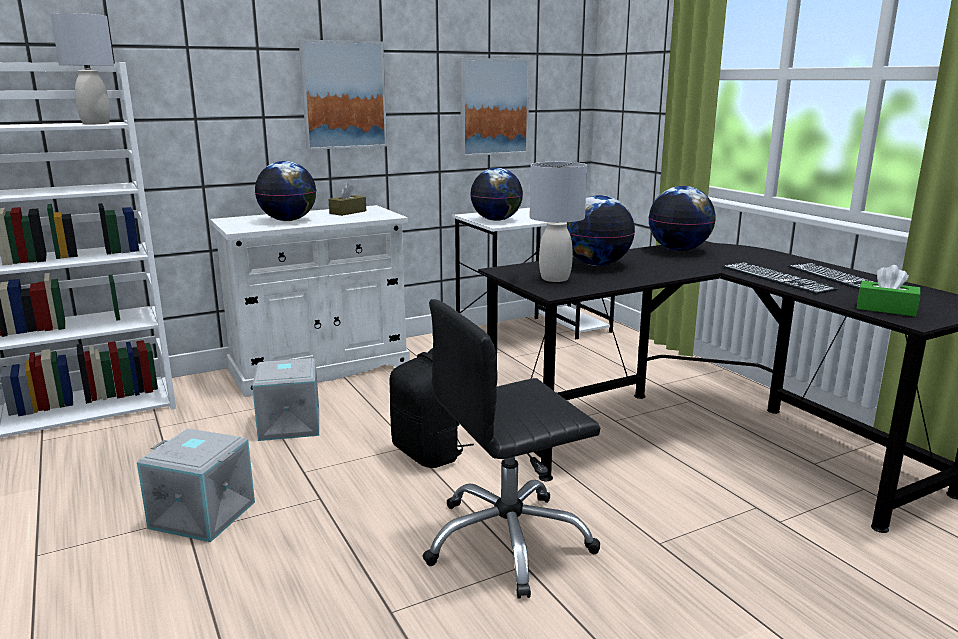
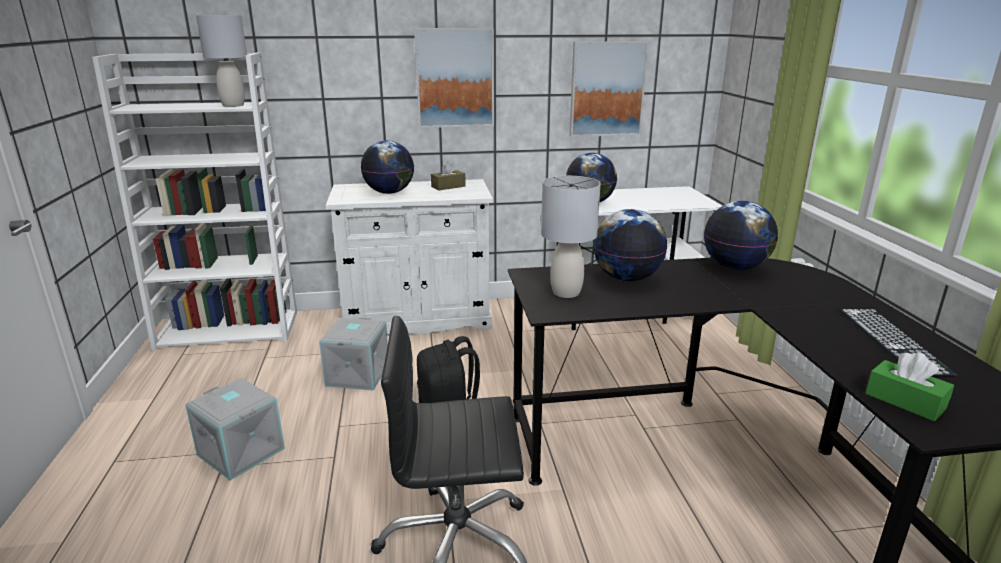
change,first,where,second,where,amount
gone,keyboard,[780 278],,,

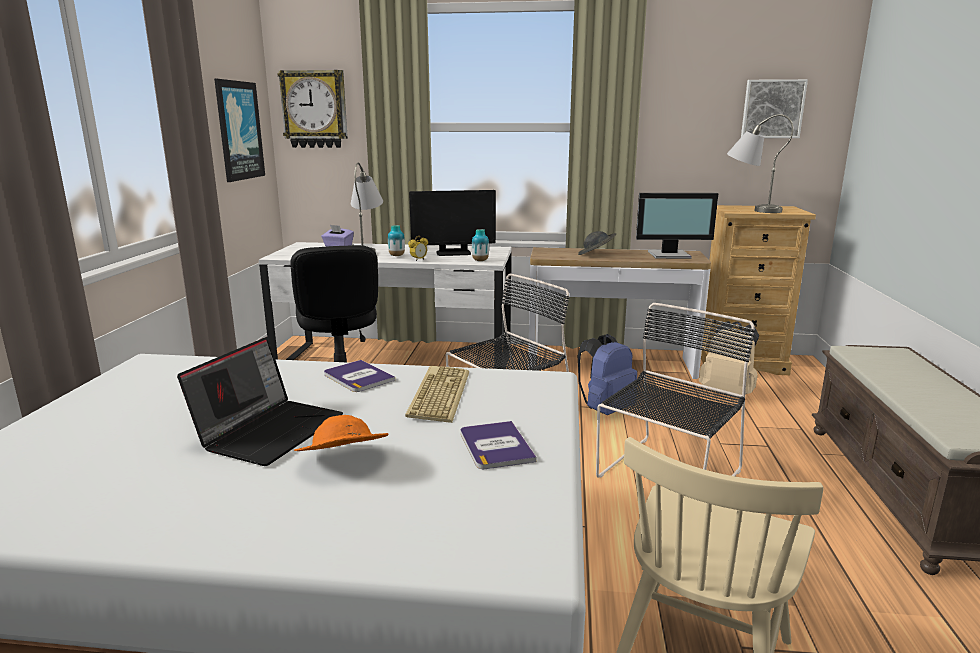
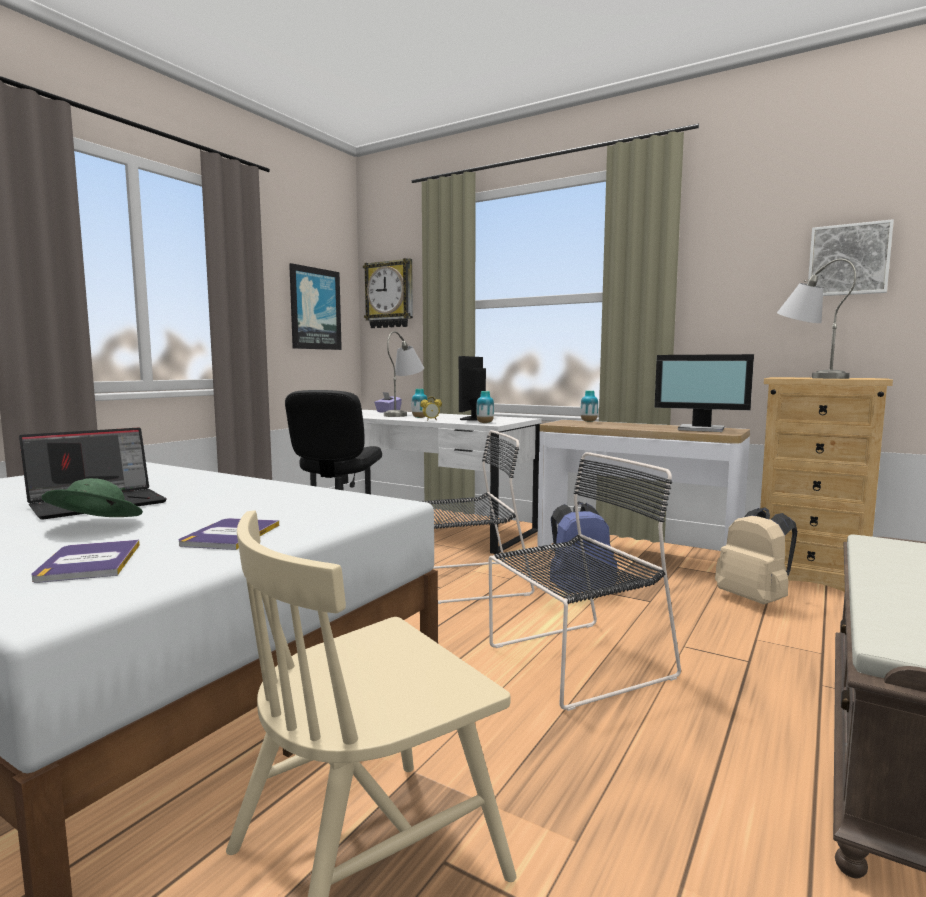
change,first,where,second,where,amount
rotated,monitor,[452 223],,[472 388],90 degrees clockwise
gone,hat/grey,[597 243],,,
shifted,book,[359 376],,[85 561],
gone,keyboard,[437 394],,,
repainted,hat/orange,[341 433],hat/green,[92 497],
new,,,vase,[589 406],

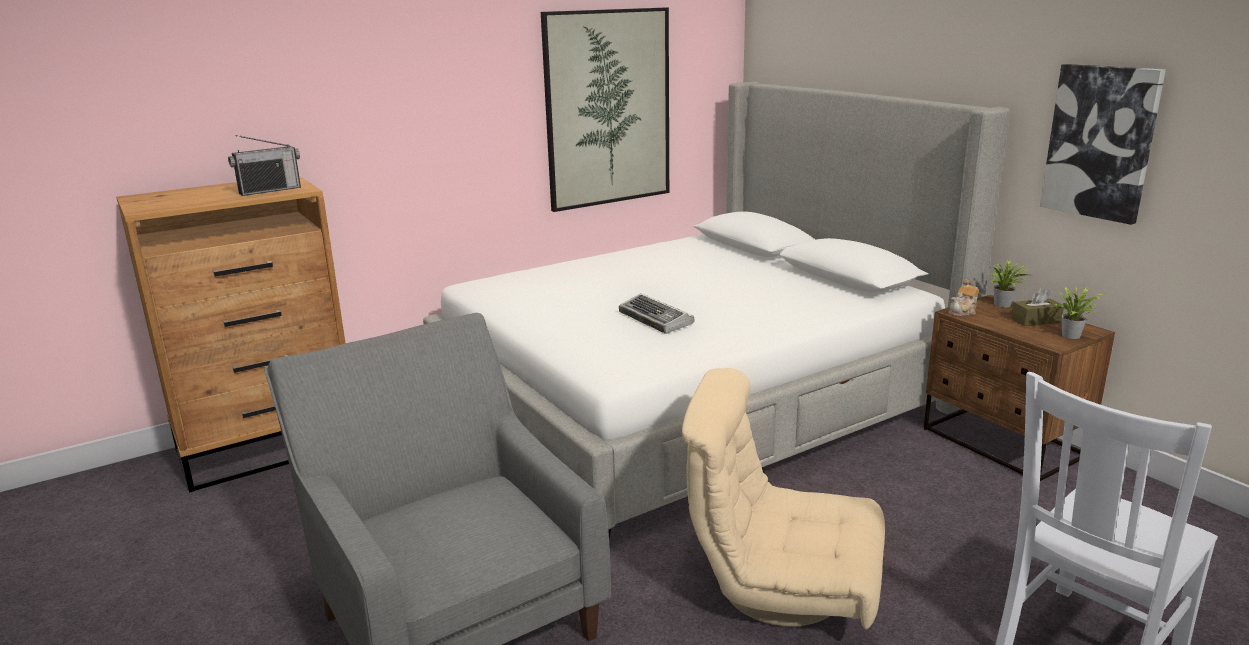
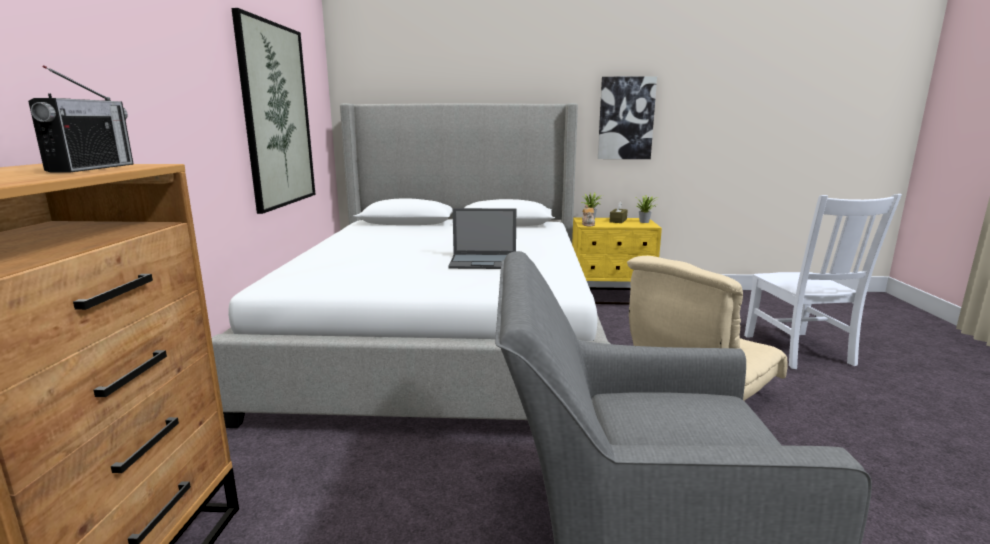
change,first,where,second,where,amount
swapped,keyboard,[656 313],laptop,[482 238],
repainted,nightstand/brown,[1019 388],nightstand/yellow,[617 261],

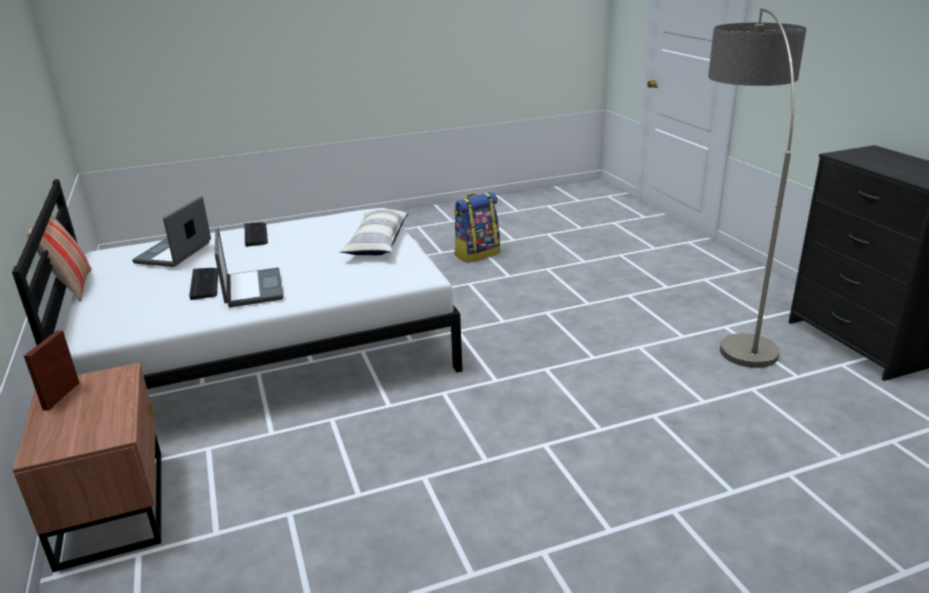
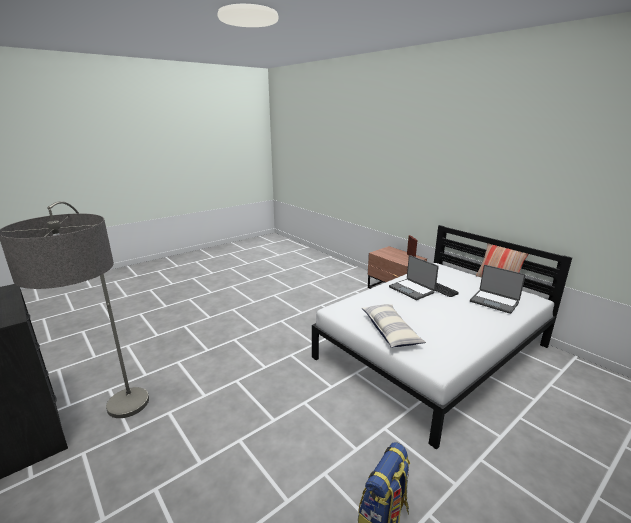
change,first,where,second,where,amount
rotated,laptop,[171 231],,[497 289],135 degrees clockwise
gone,keyboard,[256 234],,,

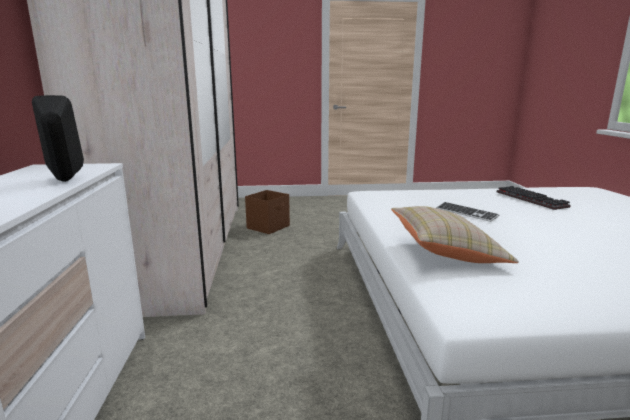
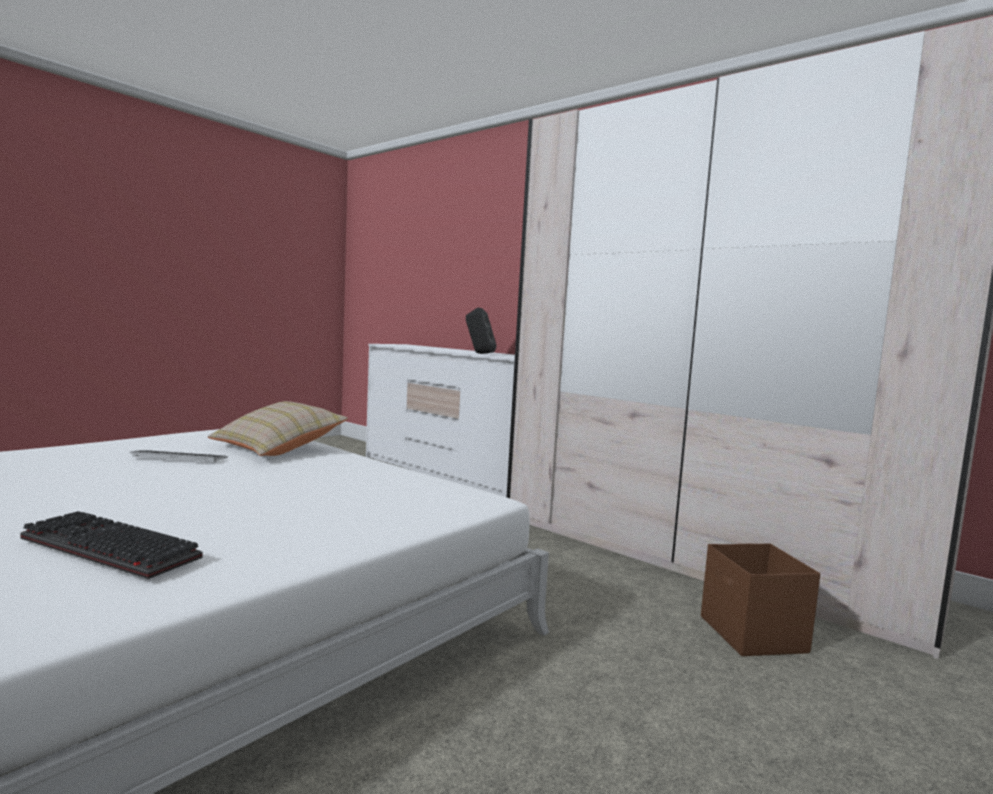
change,first,where,second,where,amount
shifted,keyboard,[468 212],,[179 456],

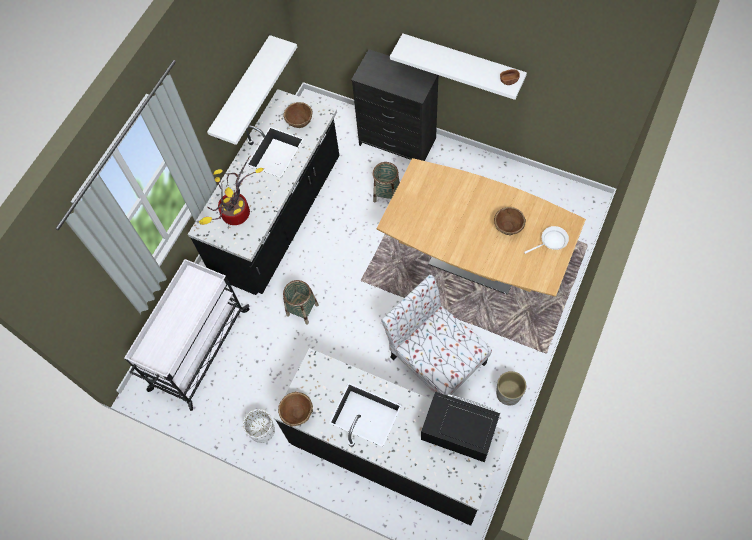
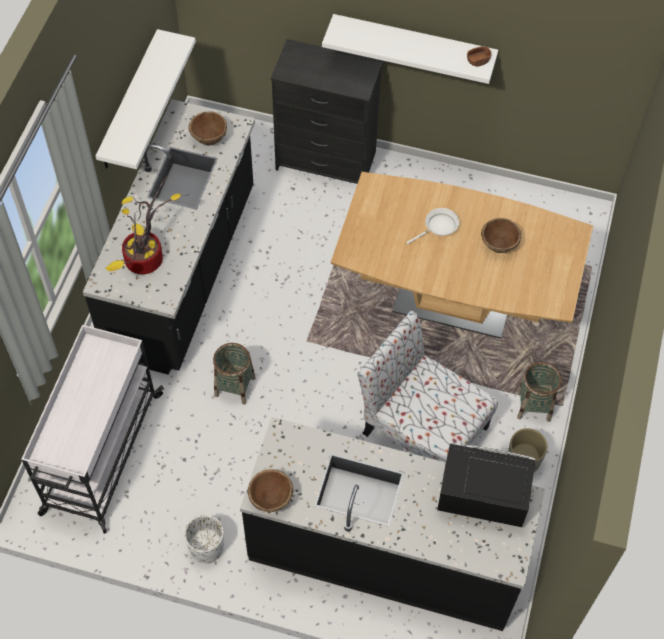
change,first,where,second,where,amount
shifted,basket,[386 182],,[539 392],
shifted,frying pan/white,[546 240],,[432 226],

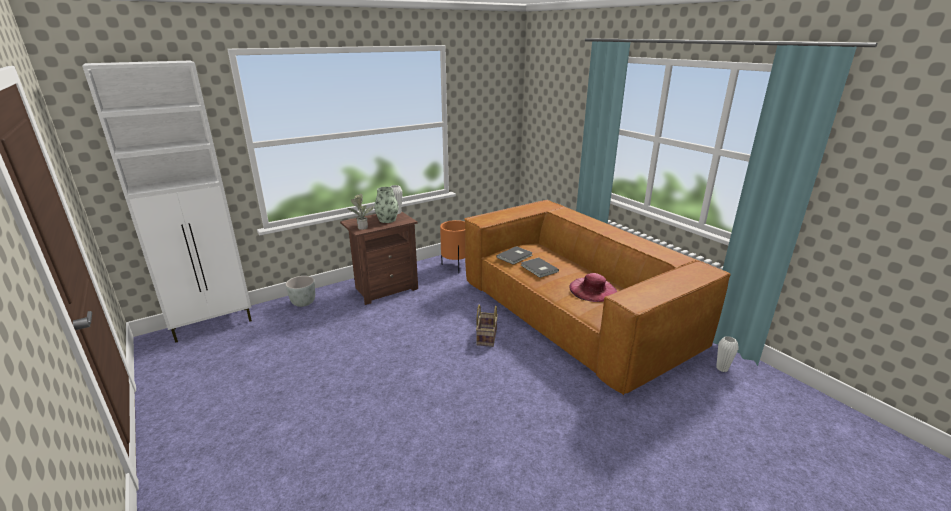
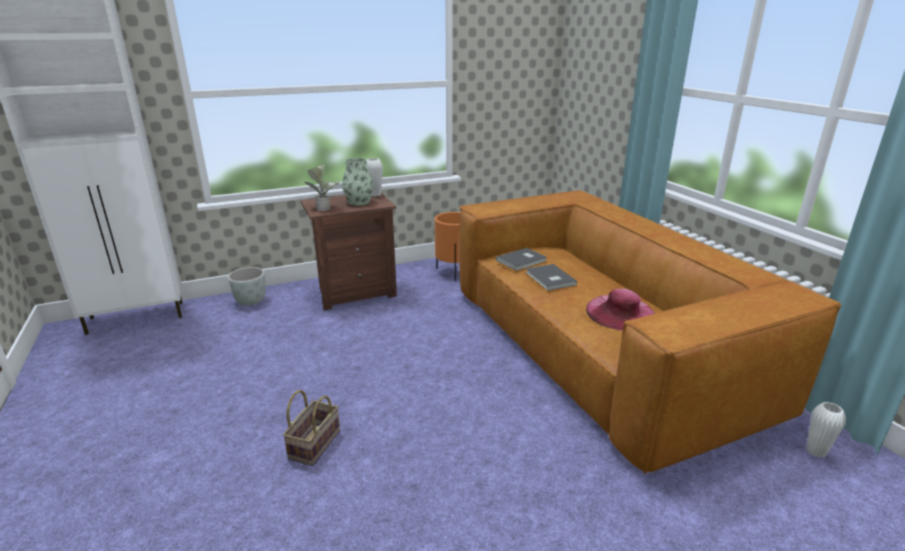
change,first,where,second,where,amount
shifted,basket,[487 326],,[311 428],

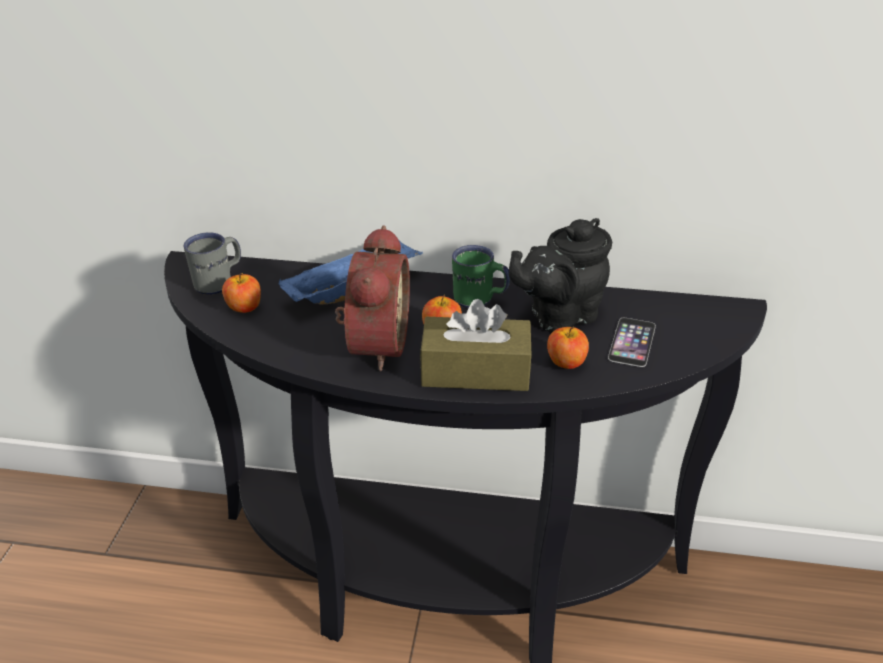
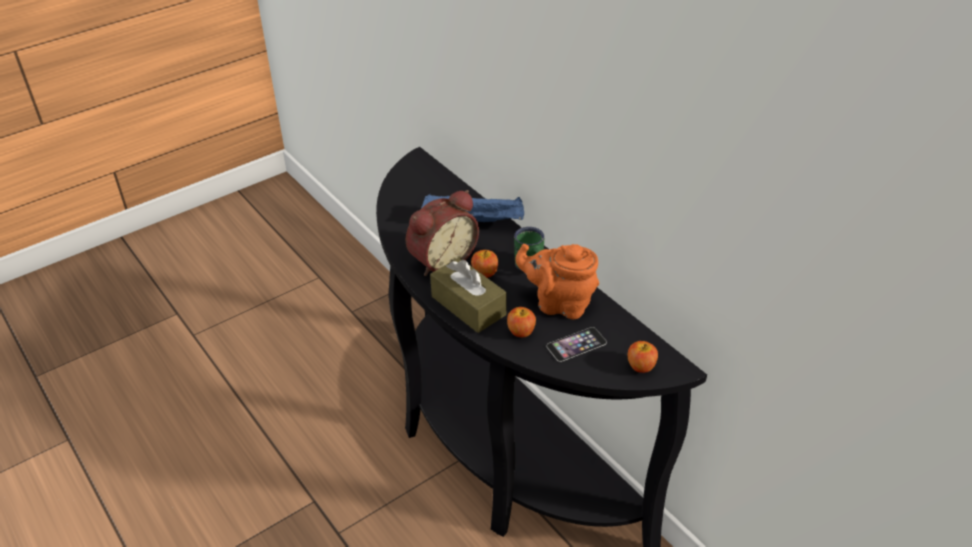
change,first,where,second,where,amount
repainted,teapot/black,[560 275],teapot/orange,[557 281],
gone,mug/grey,[212 263],,,
shifted,apple,[241 293],,[643 357],

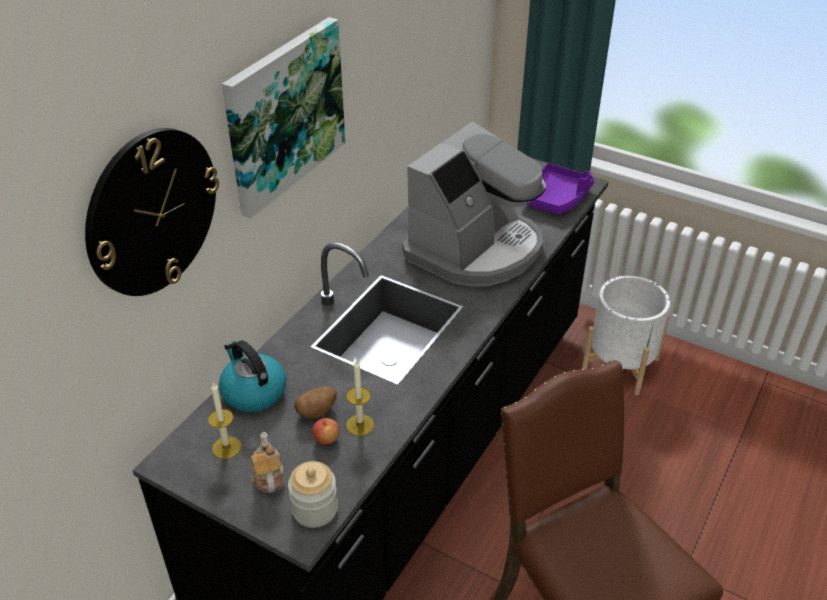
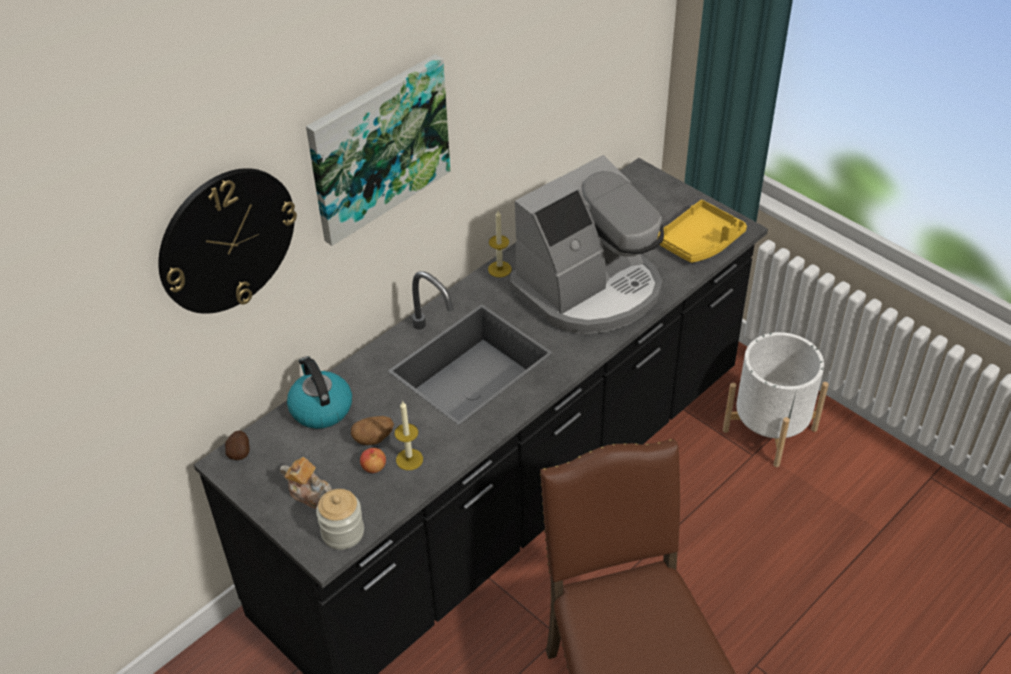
change,first,where,second,where,amount
repainted,tray/purple,[560 188],tray/yellow,[702 231],
shifted,candle,[224 421],,[500 244],
rotated,teapot,[267 462],,[306 483],120 degrees clockwise
new,,,potato,[237 445],

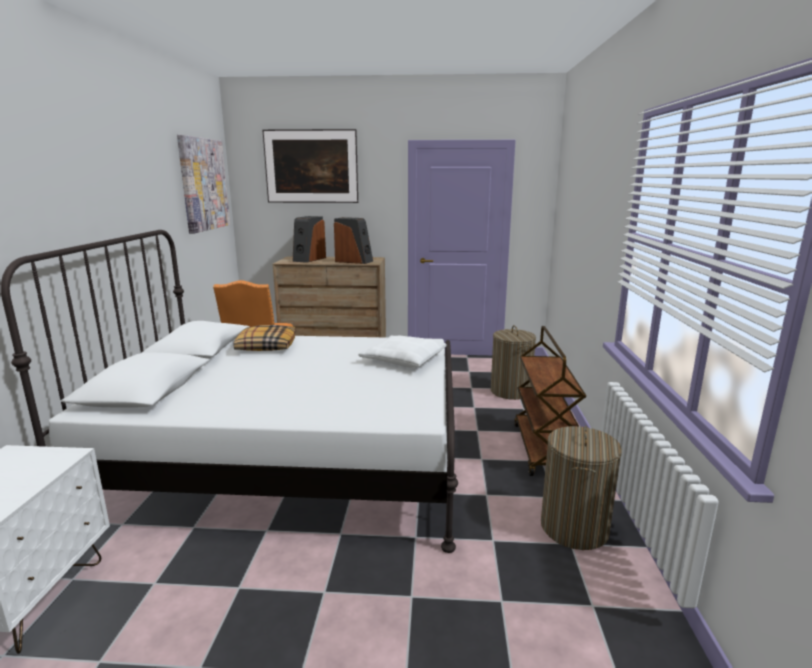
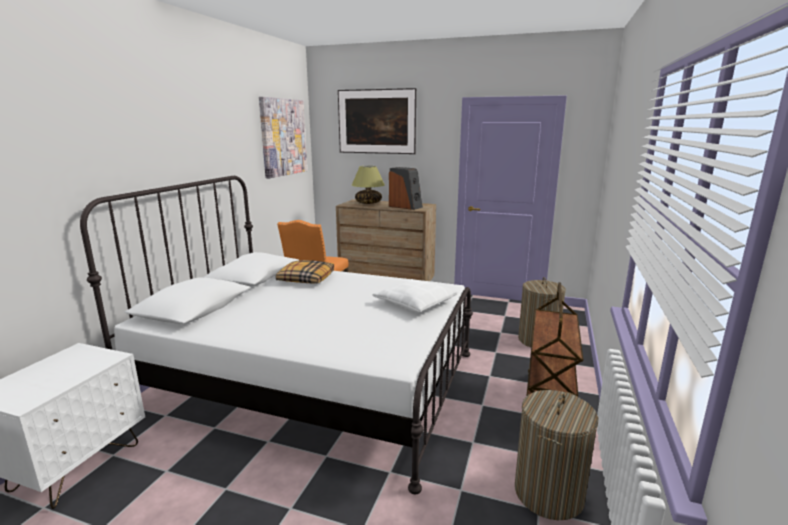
change,first,where,second,where,amount
swapped,speaker,[309 239],table lamp,[368 185],

